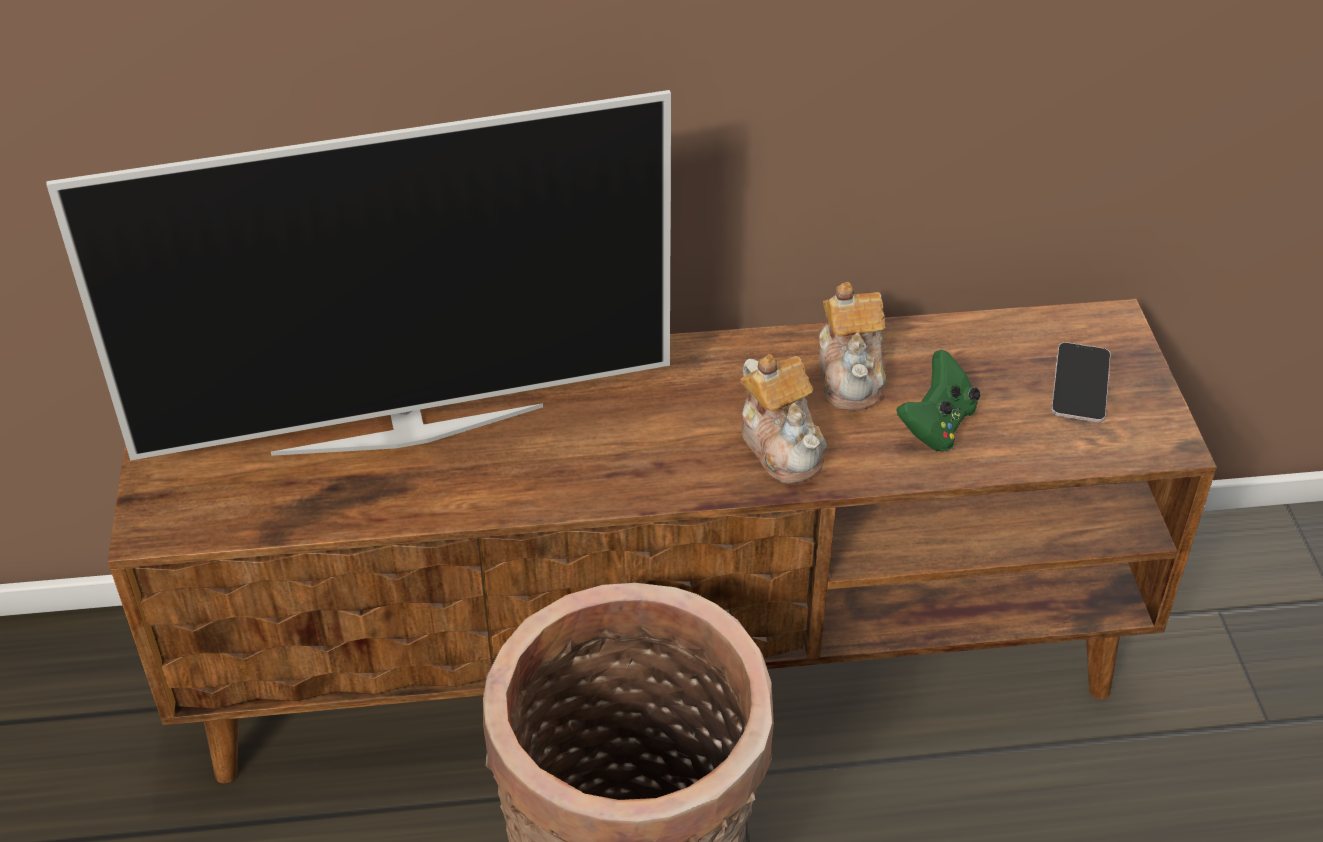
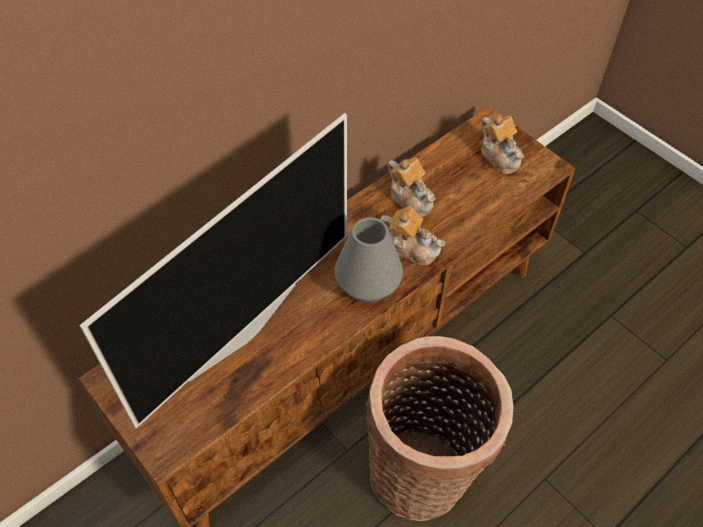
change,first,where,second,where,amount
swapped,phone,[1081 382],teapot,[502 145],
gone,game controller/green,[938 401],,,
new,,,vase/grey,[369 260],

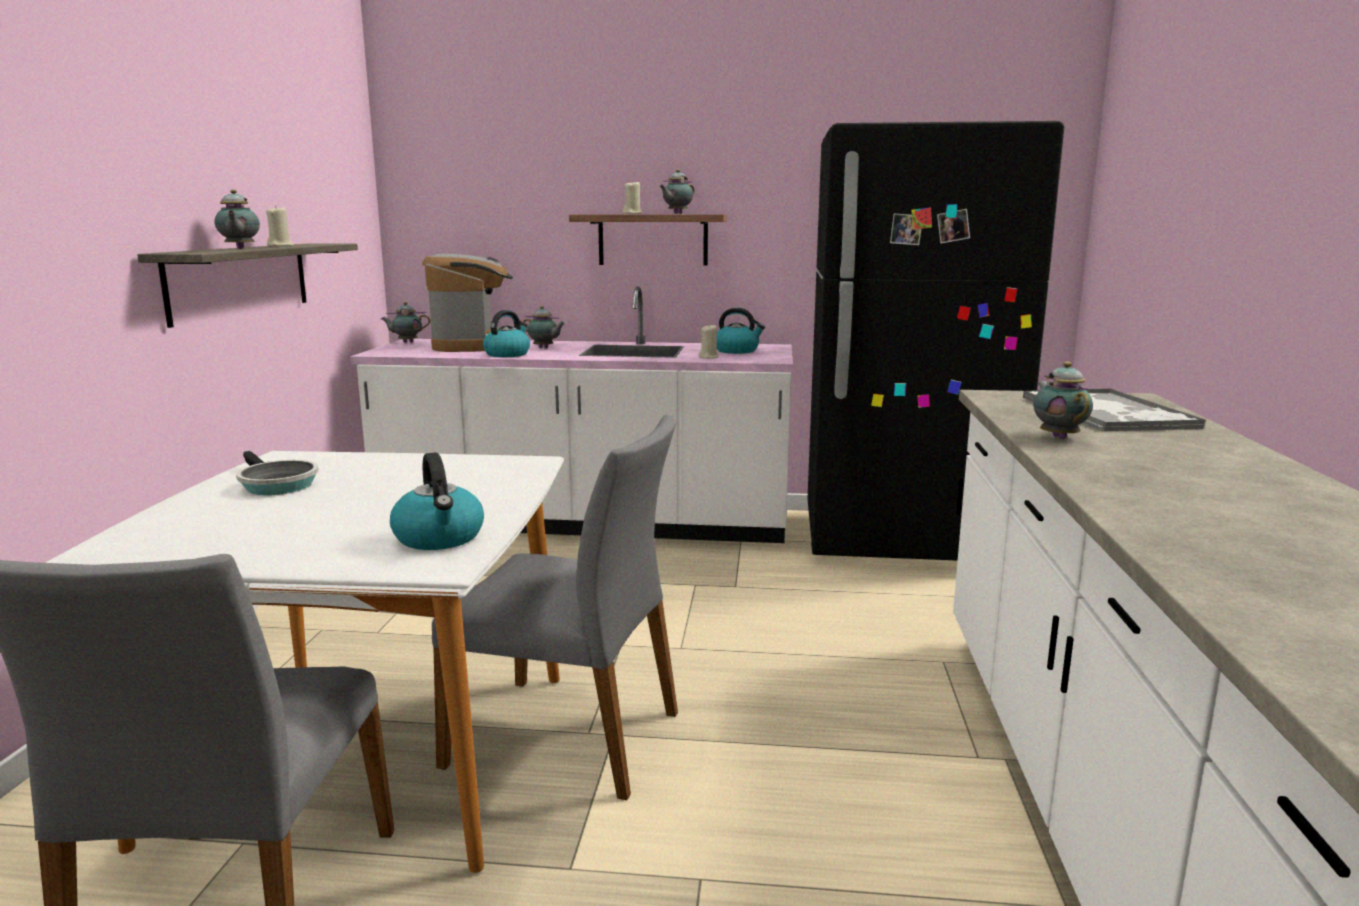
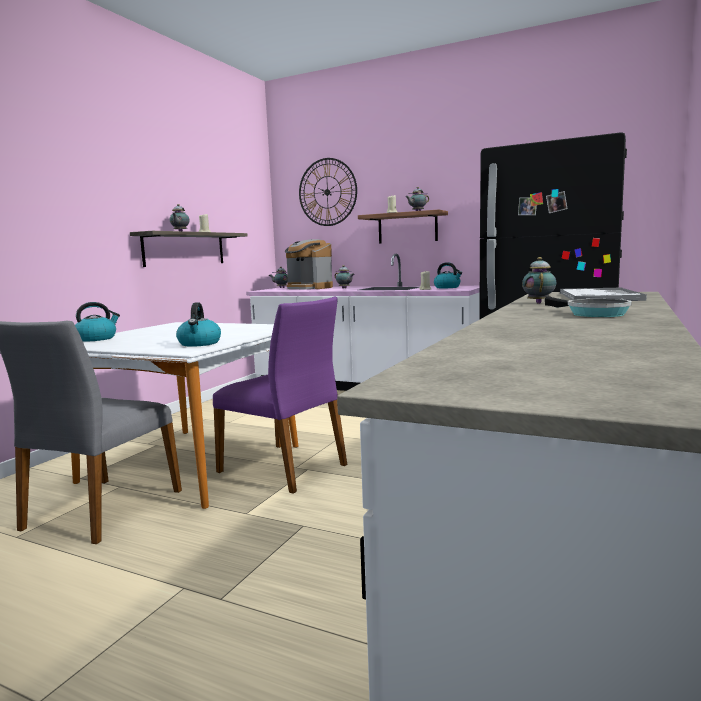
change,first,where,second,where,amount
rotated,coffee machine,[467 303],,[309 264],120 degrees clockwise
shifted,kettle,[506 333],,[97 321],
repainted,chair/grey,[555 607],chair/purple,[280 395],
shifted,frying pan,[277 473],,[588 306],
new,,,wall clock,[328 192],

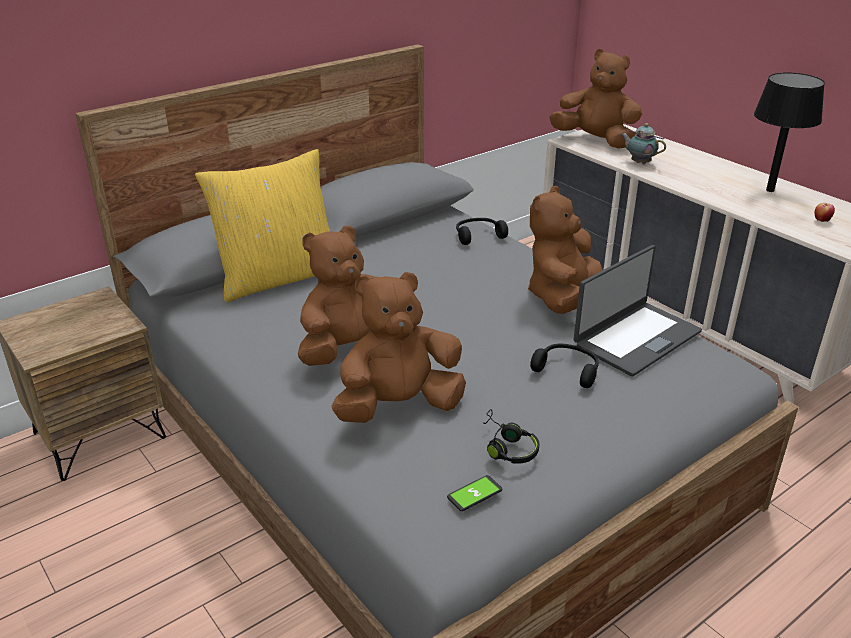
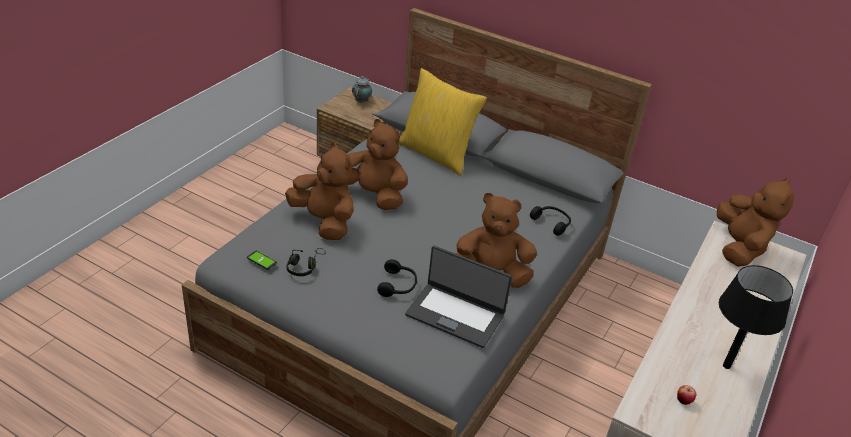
change,first,where,second,where,amount
shifted,teapot,[643 143],,[362 89],

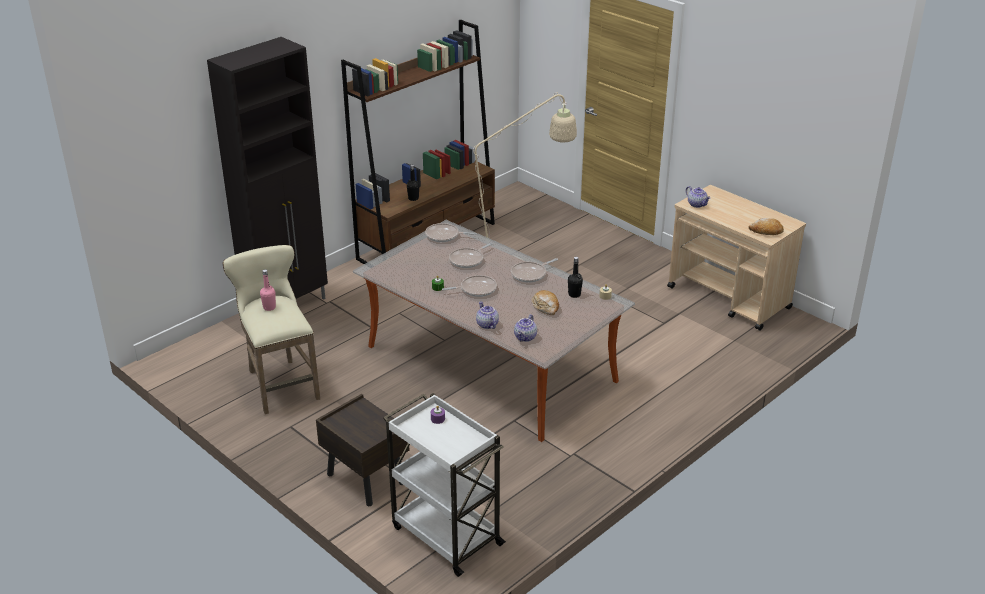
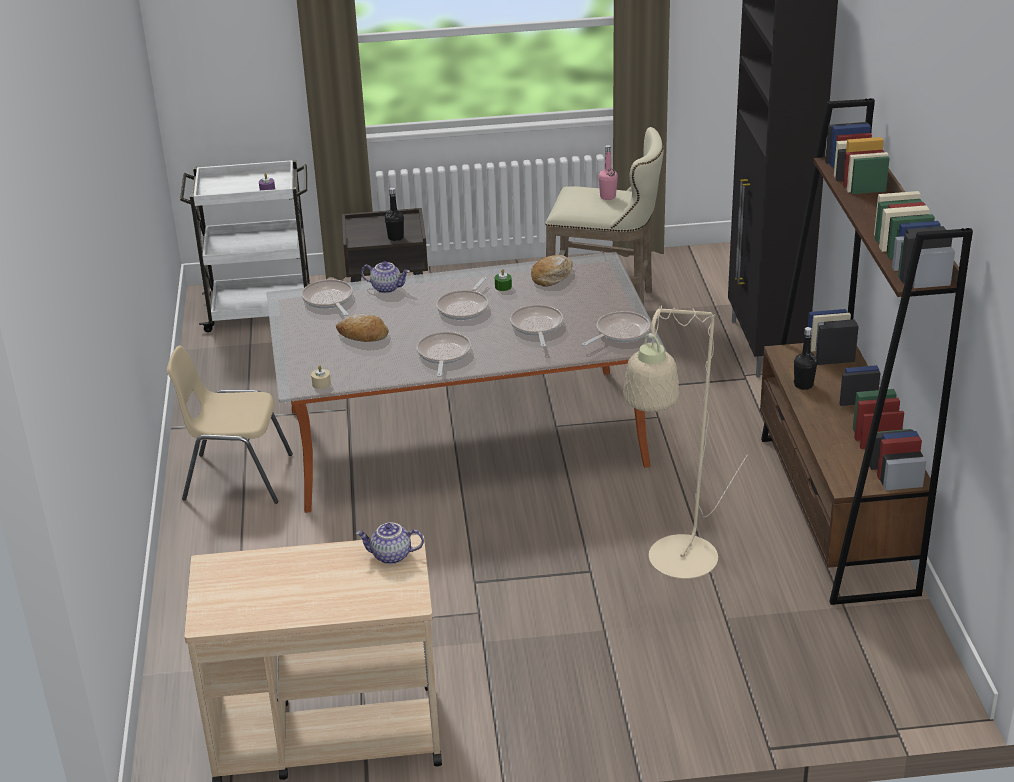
change,first,where,second,where,amount
shifted,bread,[766 226],,[552 271],
shifted,bottle/black,[575 277],,[394 214],
swapped,teapot,[525 328],frying pan,[327 297],
new,,,chair/beige,[230 425],

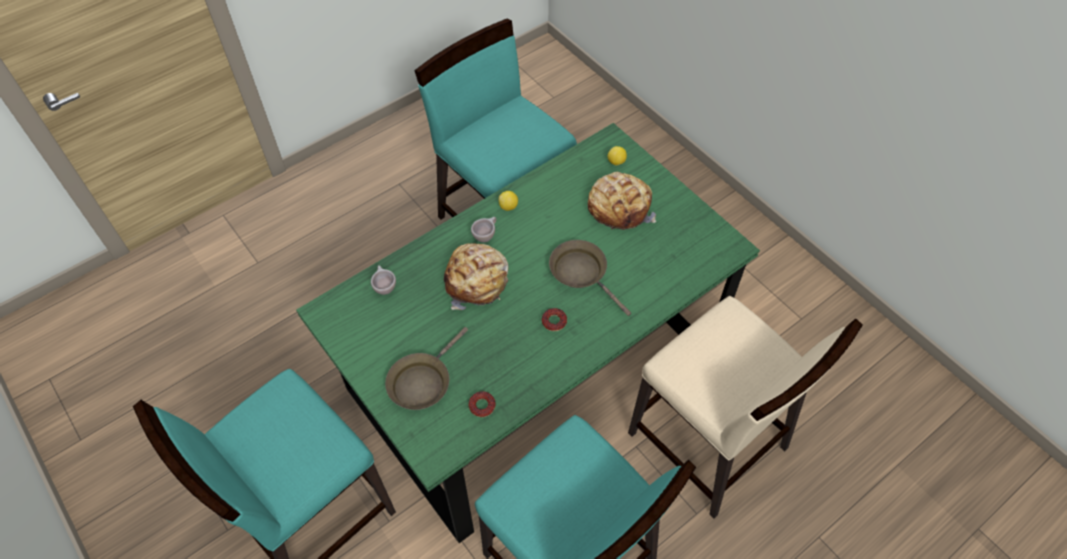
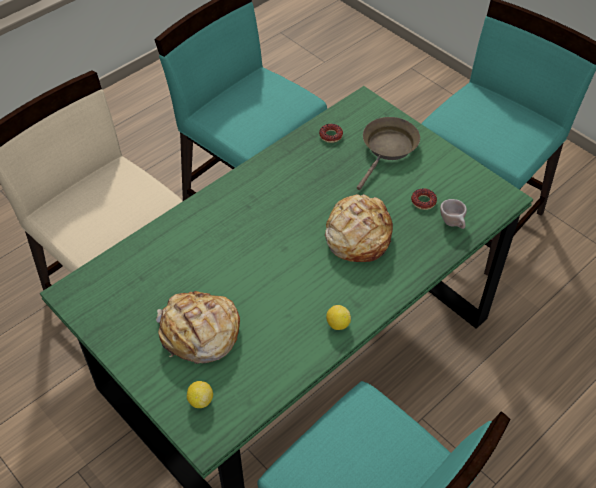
change,first,where,second,where,amount
gone,cup/beige,[483 230],,,
gone,frying pan/brown,[590 278],,,
shifted,donut,[554 319],,[424 199],

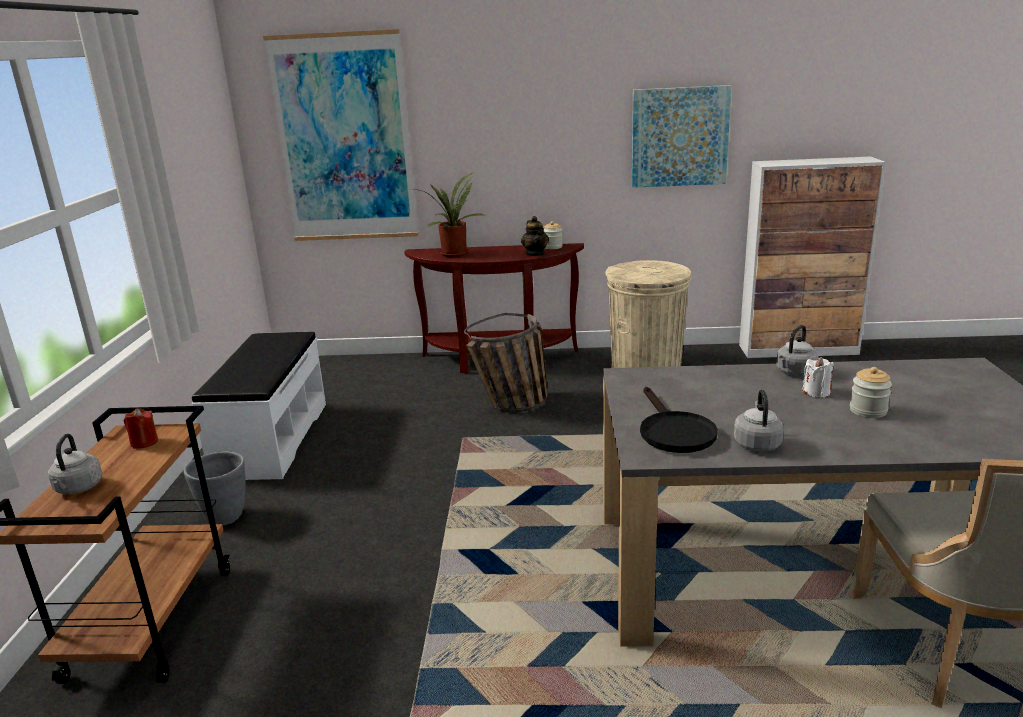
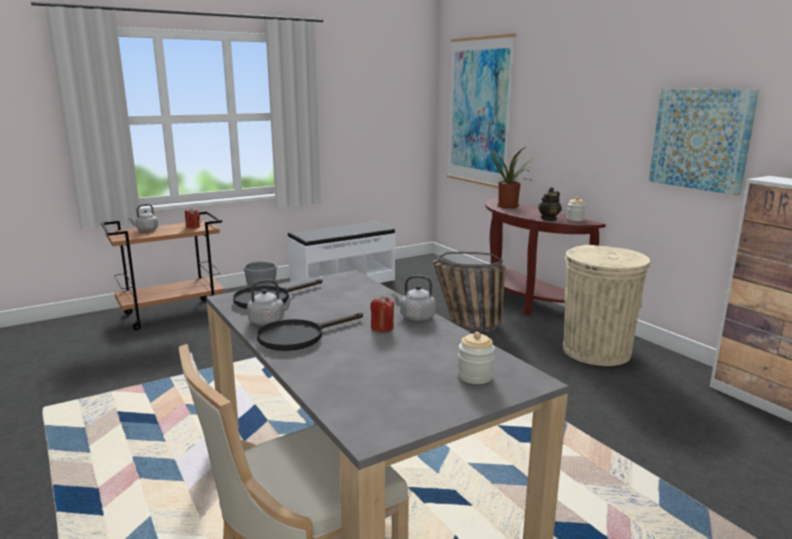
change,first,where,second,where,amount
repainted,candle/white,[818 377],candle/red,[382 314],
shifted,jar,[871 392],,[476 358],
new,,,frying pan/black,[310 332],

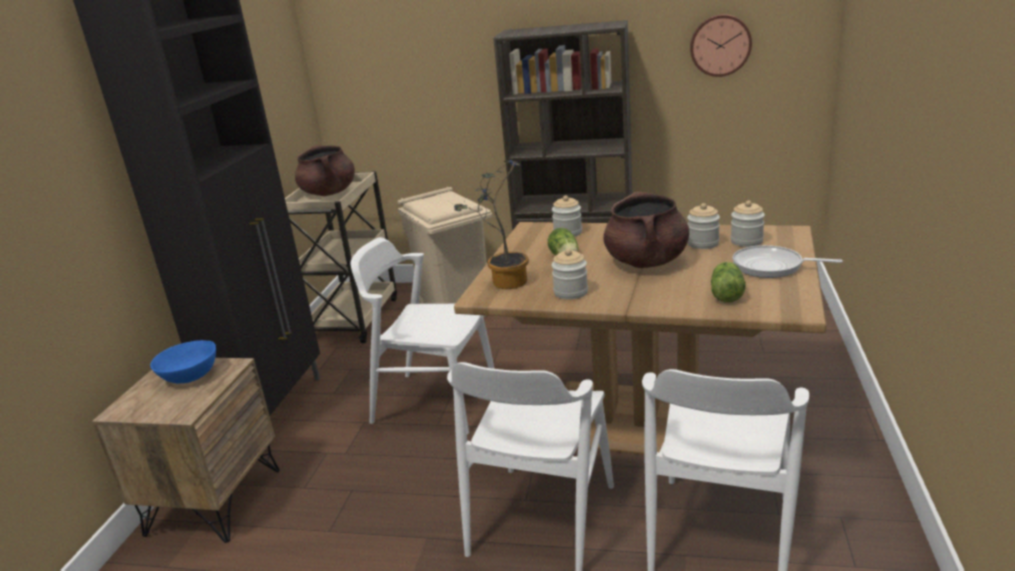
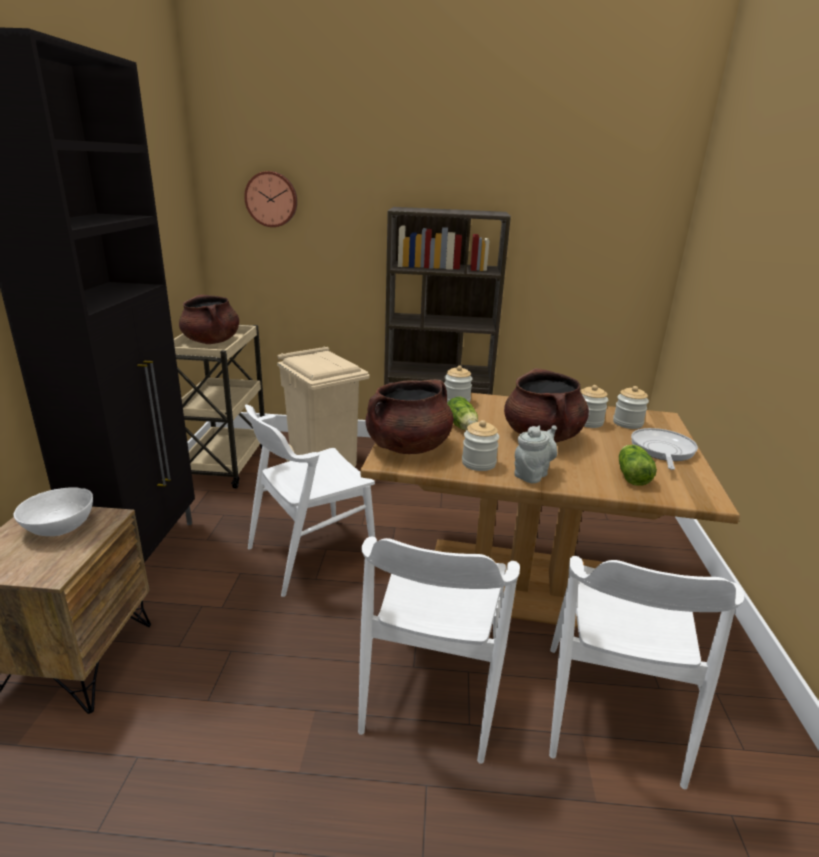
change,first,where,second,where,amount
shifted,wall clock,[721 45],,[270 199],
swapped,potted plant,[491 224],cooking pot/brown,[409 417],
rotated,chair/white,[422 335],,[310 501],45 degrees counterclockwise
rotated,frying pan,[788 261],,[664 449],90 degrees clockwise
repainted,bowl/blue,[183 361],bowl/white,[53 512],
new,,,teapot/grey,[535 454],

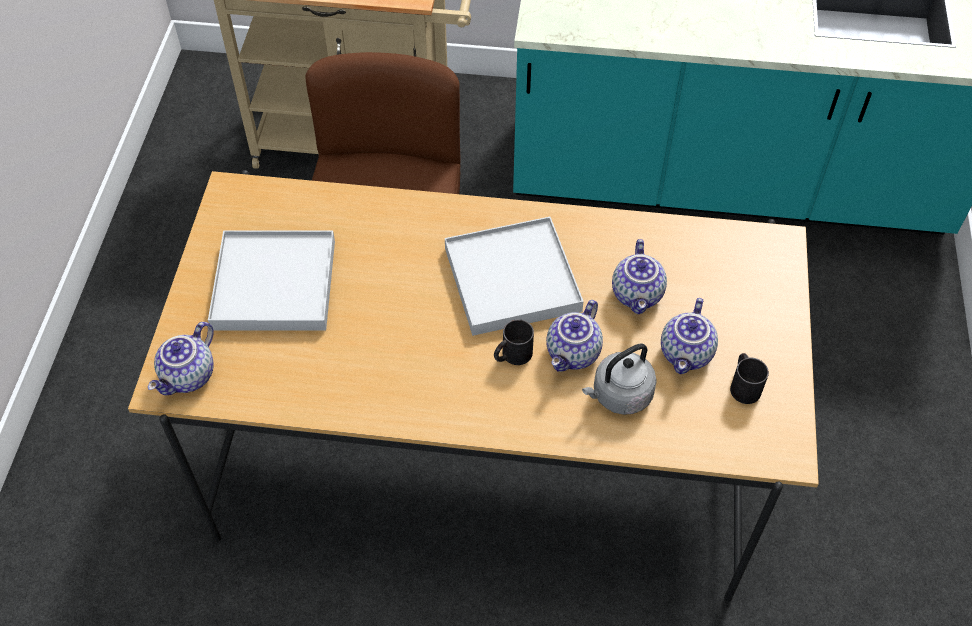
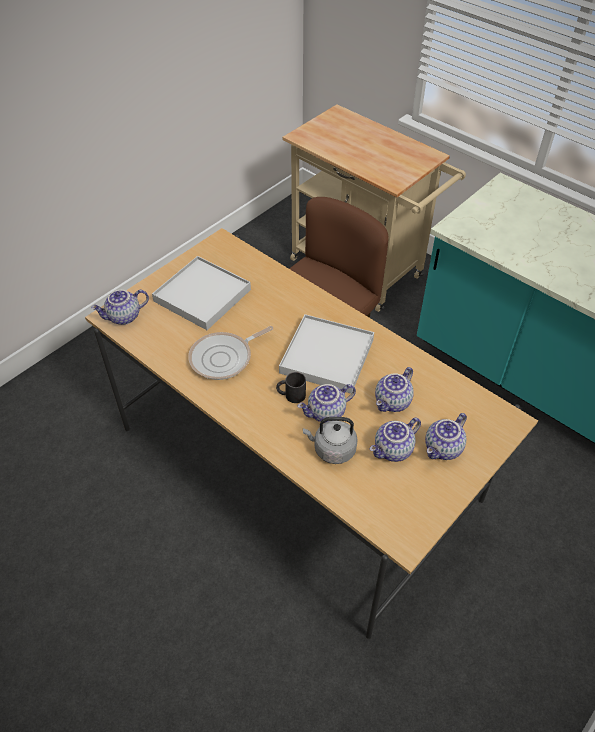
change,first,where,second,where,amount
gone,mug/black,[749 378],,,
new,,,frying pan,[230 353],
new,,,teapot,[446 436],

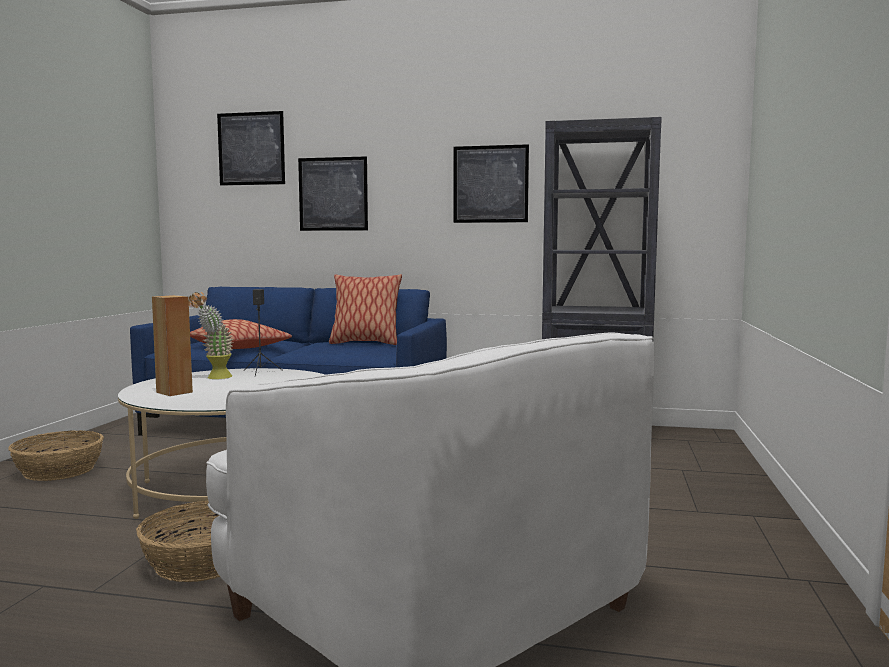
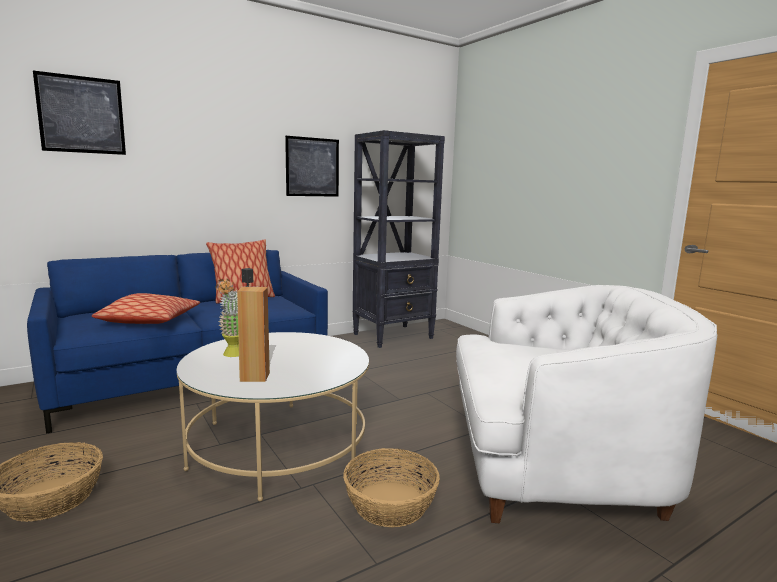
change,first,where,second,where,amount
gone,picture,[333 193],,,

